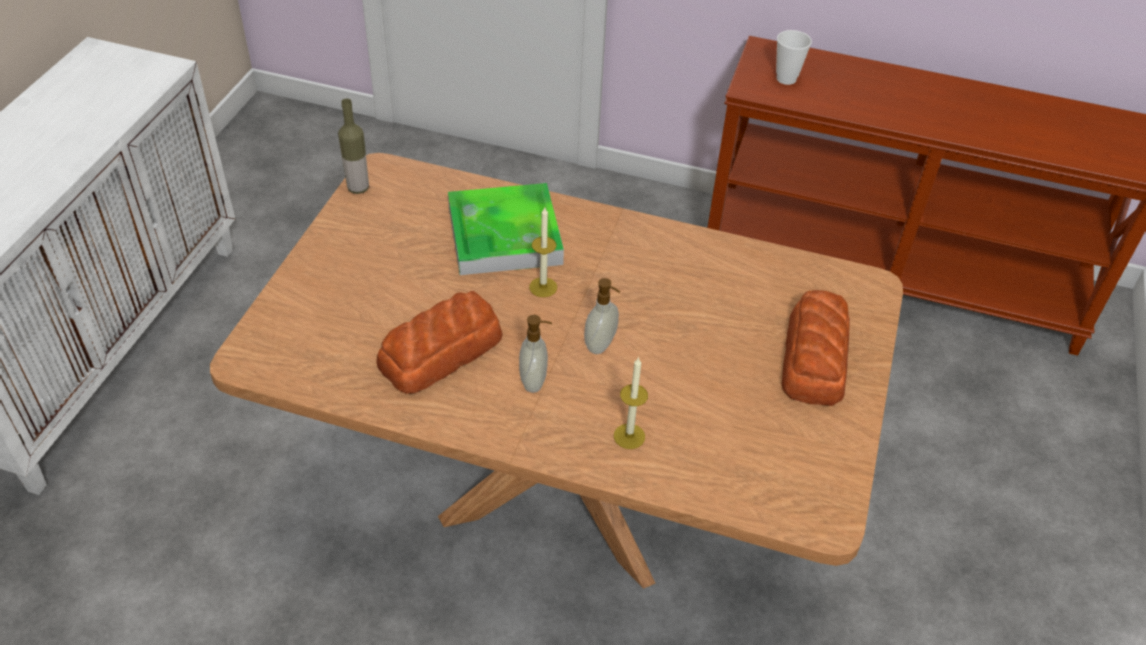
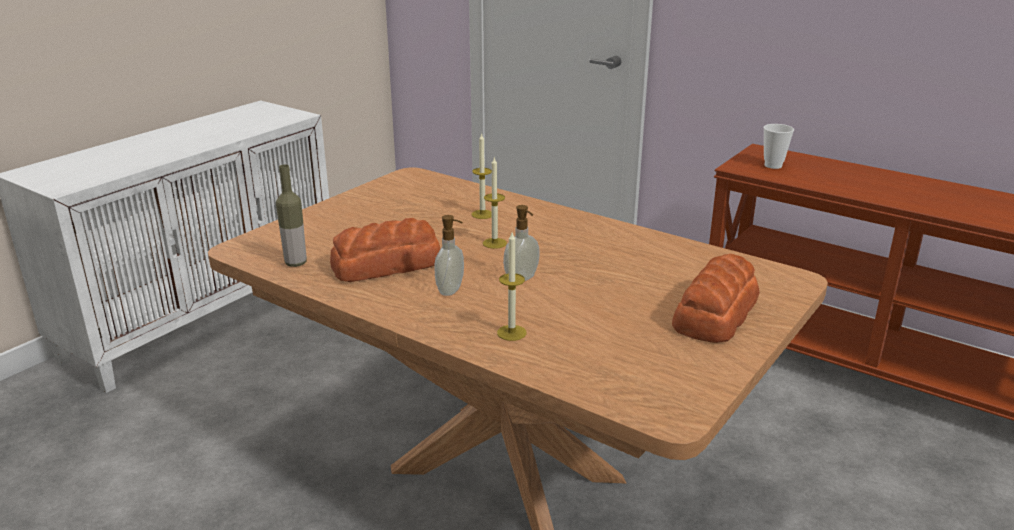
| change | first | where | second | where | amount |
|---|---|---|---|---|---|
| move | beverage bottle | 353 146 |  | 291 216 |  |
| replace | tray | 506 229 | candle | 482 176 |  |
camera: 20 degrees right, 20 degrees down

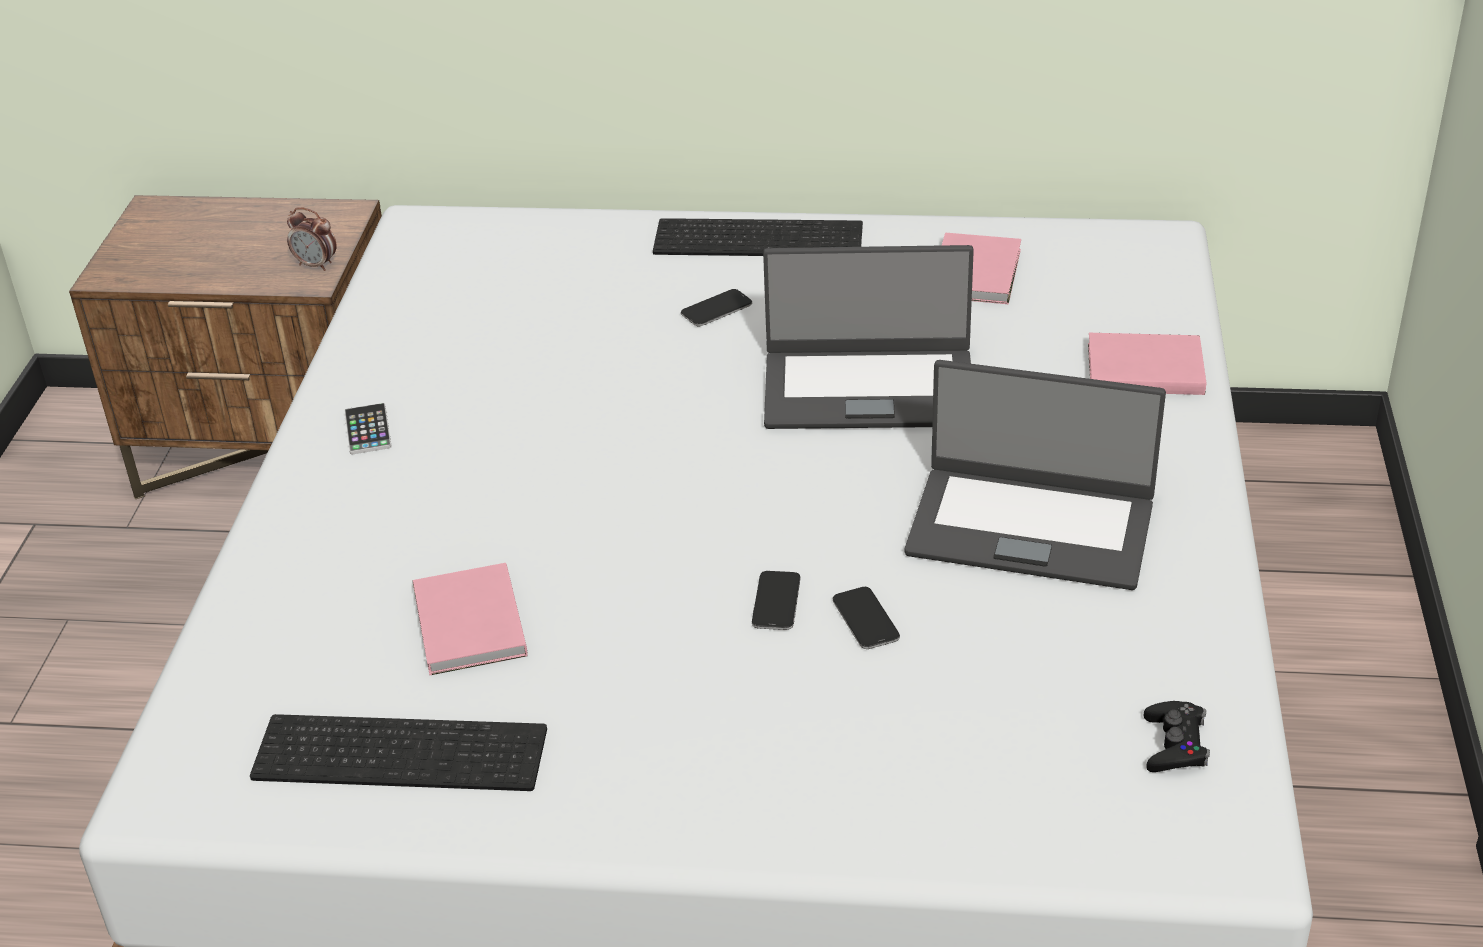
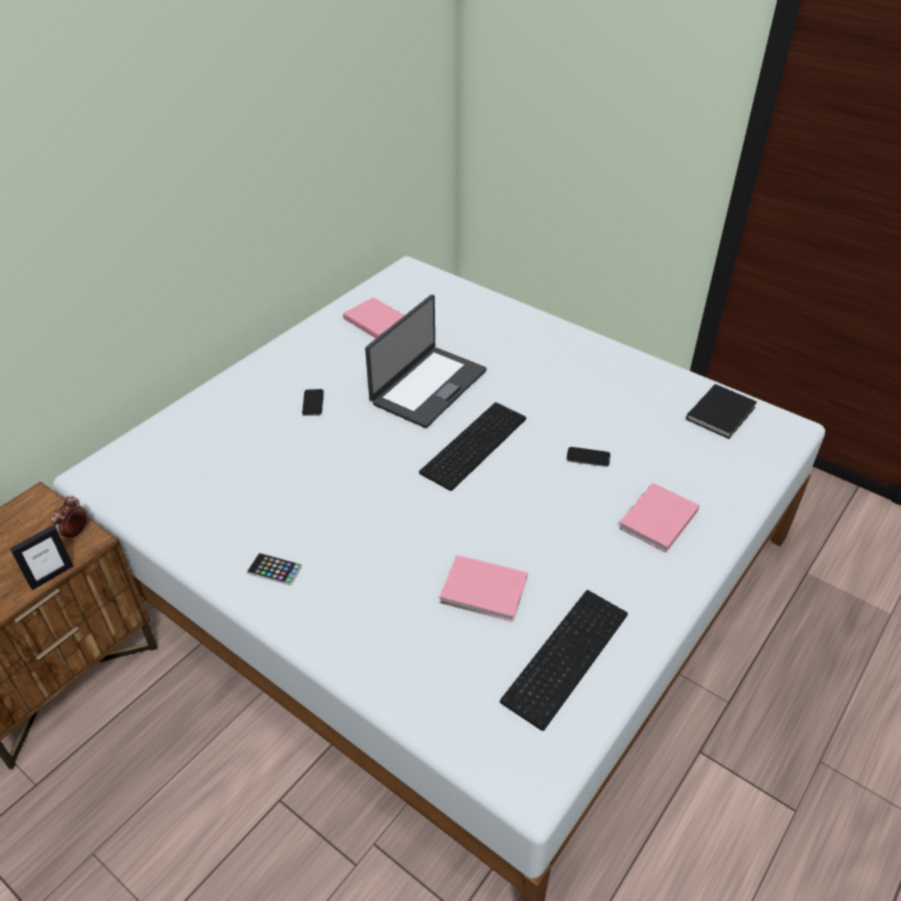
| change | first | where | second | where | amount |
|---|---|---|---|---|---|
| rotate | bedside clock | 312 239 |  | 68 517 | 150 degrees clockwise |
| move | keyboard | 758 237 |  | 472 446 |  |
| move | book (pink) | 1147 364 |  | 659 517 |  |
| delete | notebook computer | 1035 475 |  |  |  |
| delete | handset | 776 600 |  |  |  |
| replace | game controller (black-coloured) | 1177 736 | book (black-coloured) | 721 411 |  |
| insert |  |  | picture frame | 41 557 |  |
camera: 60 degrees left, 5 degrees up

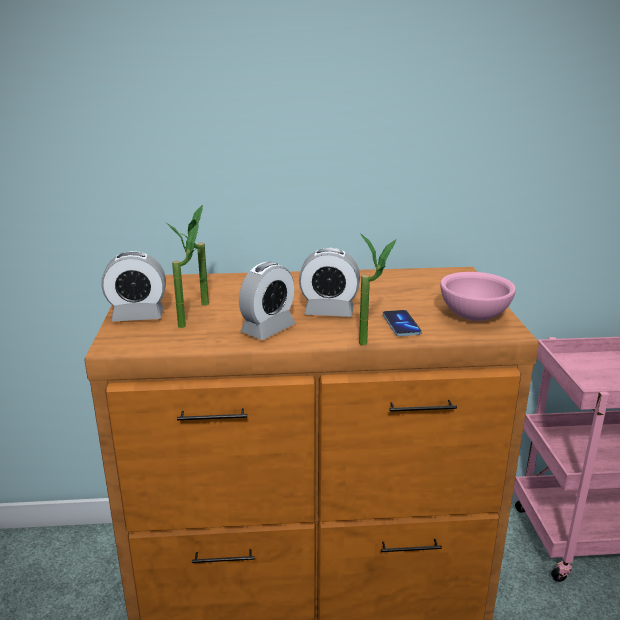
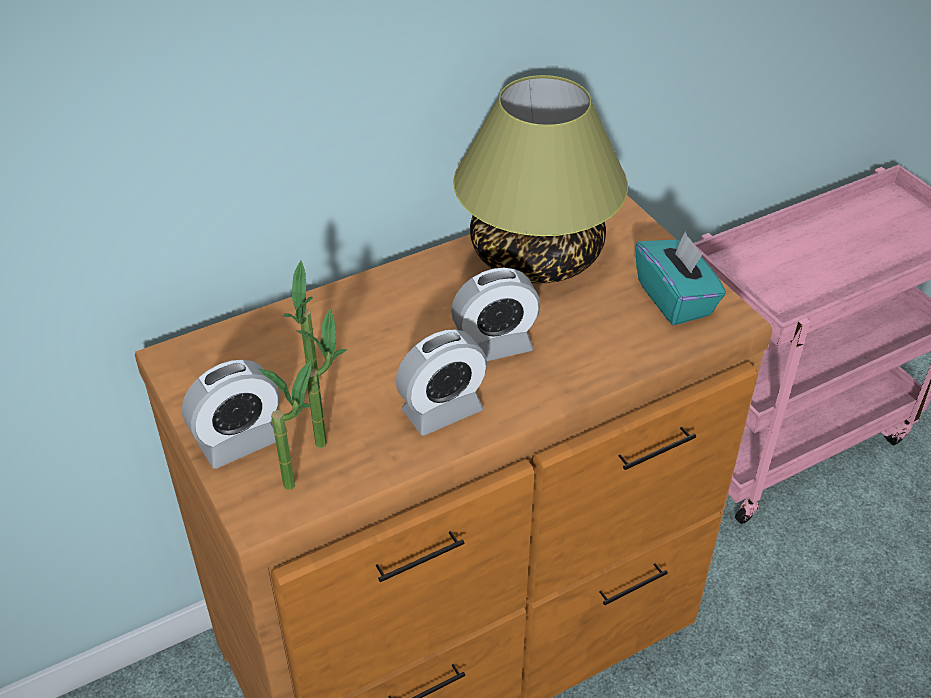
| change | first | where | second | where | amount |
|---|---|---|---|---|---|
| move | houseplant | 377 289 |  | 285 424 |  |
| rotate | bedside clock | 267 301 |  | 441 382 | 45 degrees clockwise |
| replace | deep dish (pink) | 478 296 | tissue box (turquoise-coloured) | 680 278 |  |
| delete | handset | 402 323 |  |  |  |
| insert |  |  | tabletop lamp | 540 179 |  |
camera: 25 degrees left, 20 degrees up

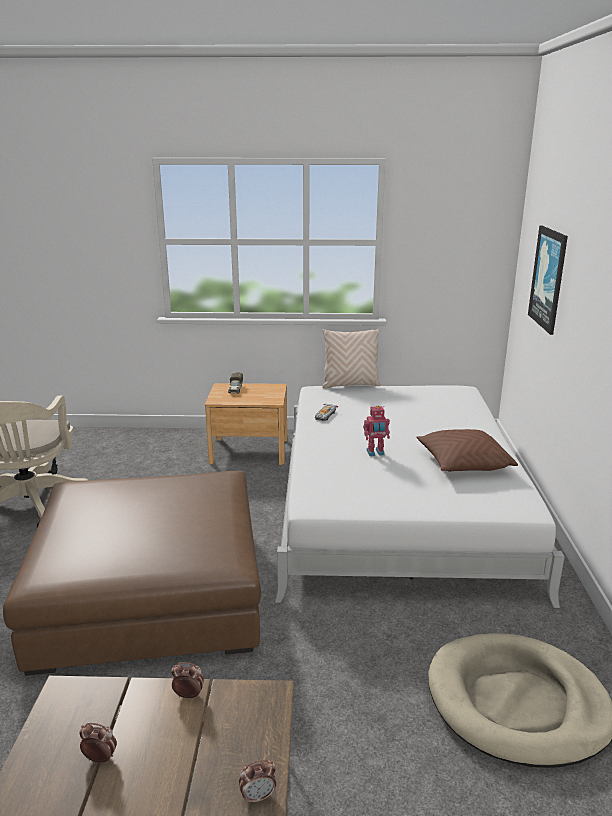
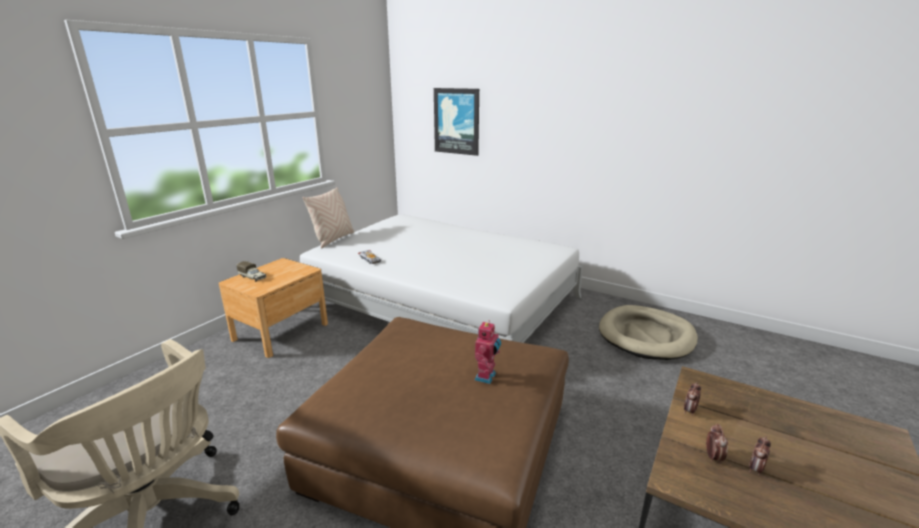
| change | first | where | second | where | amount |
|---|---|---|---|---|---|
| move | toy robot | 376 430 |  | 488 352 |  |
| delete | cushion (brown) | 467 450 |  |  |  |
| move | bedside clock | 257 782 |  | 717 444 |  |
camera: 60 degrees left, 0 degrees up

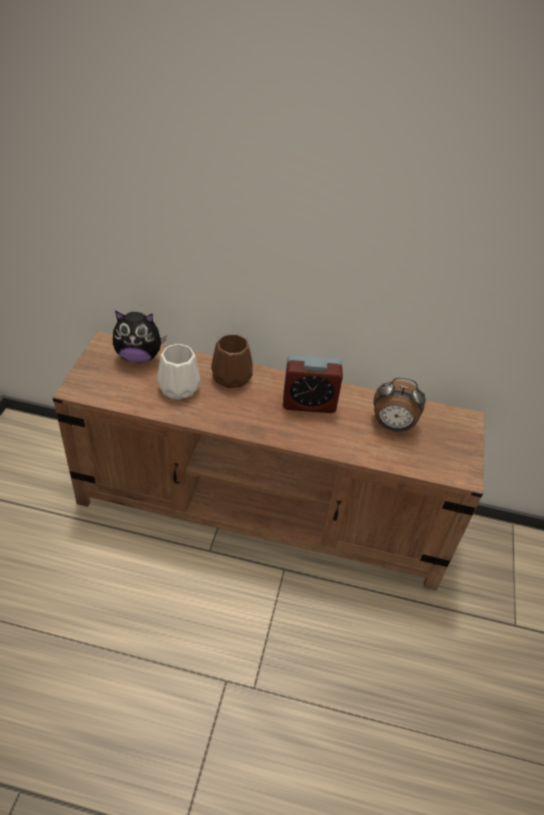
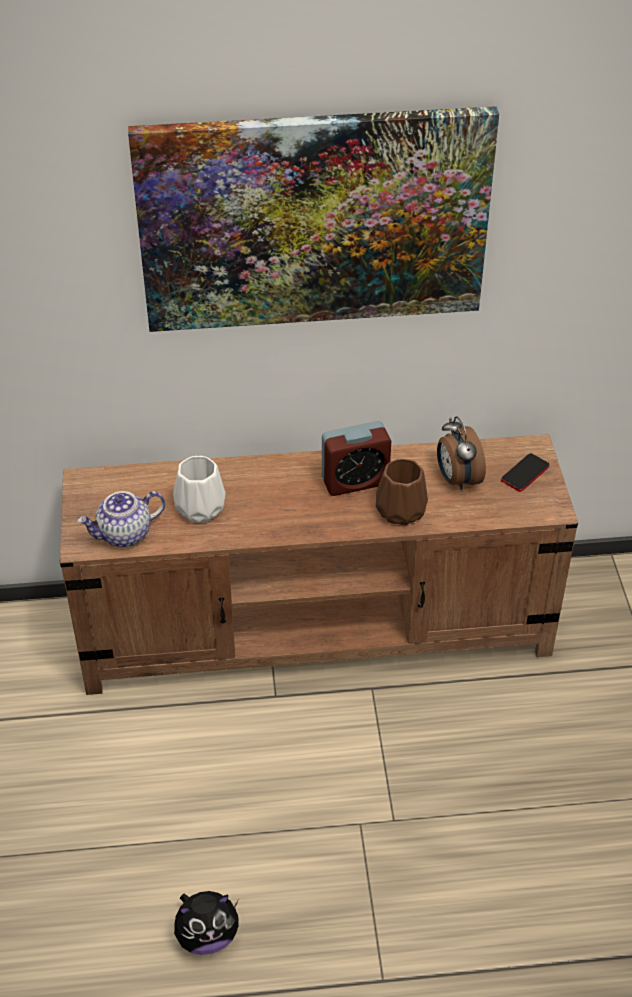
| change | first | where | second | where | amount |
|---|---|---|---|---|---|
| move | soft toy | 140 337 |  | 206 923 |  |
| move | flower vase (brown) | 232 361 |  | 402 492 |  |
| rotate | bedside clock | 400 404 |  | 461 453 | 75 degrees clockwise |
| insert |  |  | wall art | 313 219 |  |
| insert |  |  | handset | 525 472 |  |
| insert |  |  | teapot | 121 519 |  |
camera: 15 degrees left, 0 degrees up

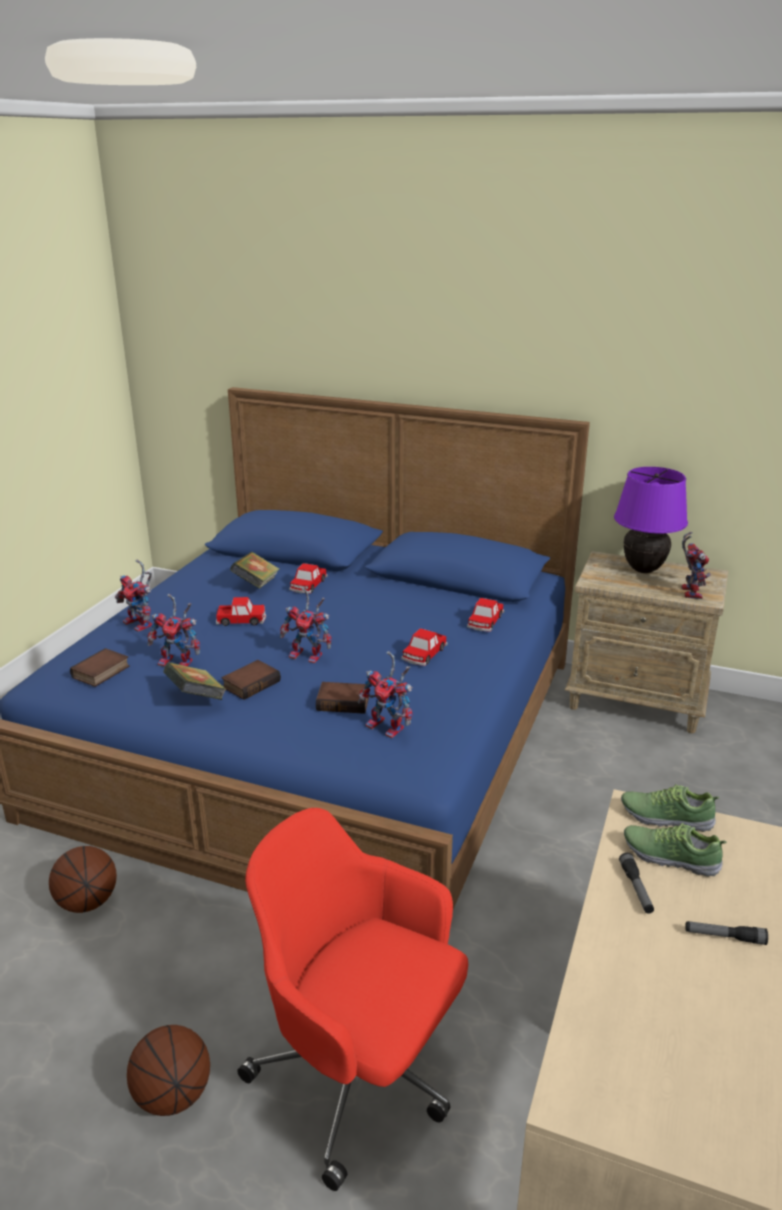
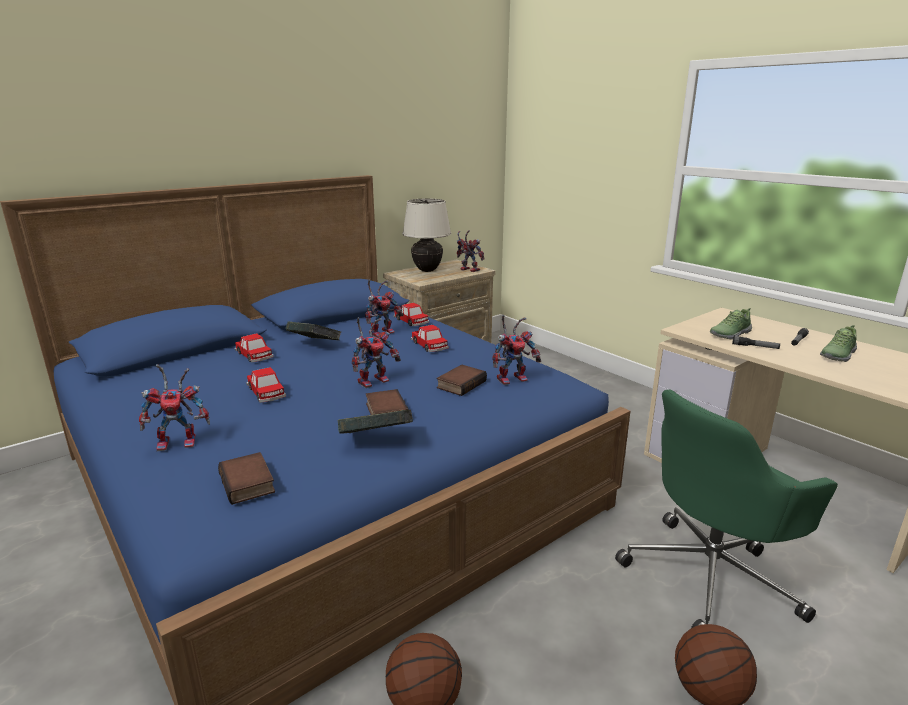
| change | first | where | second | where | amount |
|---|---|---|---|---|---|
| recolor | tabletop lamp (purple-coloured) | 651 520 | tabletop lamp (beige-coloured) | 426 235 |  |
| move | book | 254 570 |  | 313 331 |  |
| move | toy robot | 173 630 |  | 384 308 |  |
| rotate | toy car | 241 611 |  | 266 385 | 120 degrees clockwise |
| move | item of footwear | 670 808 |  | 838 343 |  |
| recolor | computer chair (red-coloured) | 352 999 | computer chair (greenish) | 726 508 |  |
camera: 60 degrees left, 5 degrees down

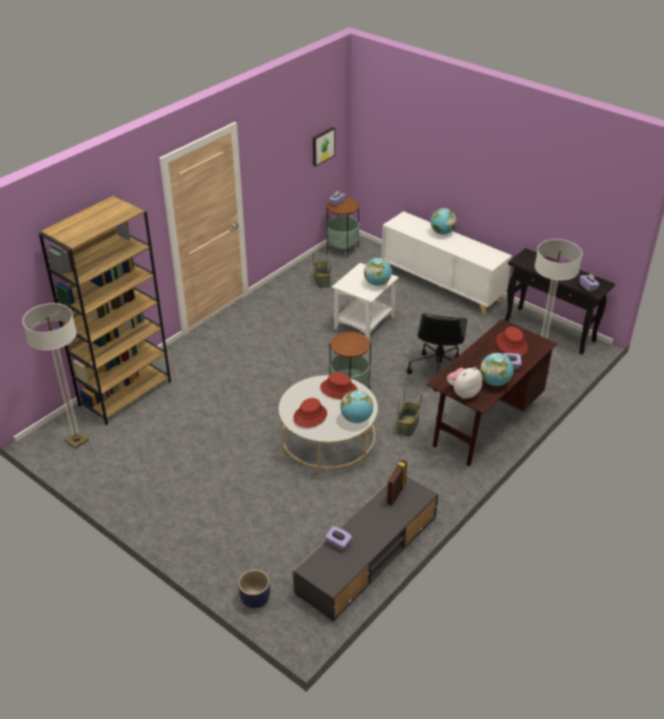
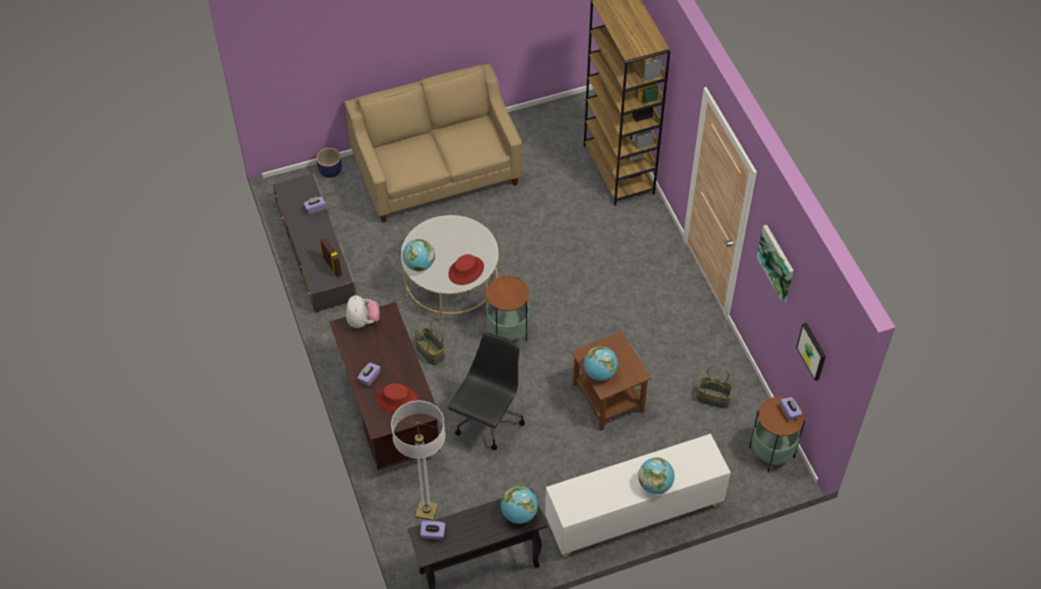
| change | first | where | second | where | amount |
|---|---|---|---|---|---|
| recolor | end table (whitish) | 365 302 | end table (brown) | 611 381 |  |
| delete | floor lamp | 55 376 |  |  |  |
| rotate | computer chair (black-coloured) | 437 352 |  | 486 391 | 75 degrees clockwise |
| move | world globe | 497 369 |  | 519 505 |  |
| delete | hat (red-coloured) | 310 413 |  |  |  |
| insert |  |  | settee (beige-coloured) | 433 143 |  |
| insert |  |  | wall art | 775 264 |  |
camera: 120 degrees right, 15 degrees up

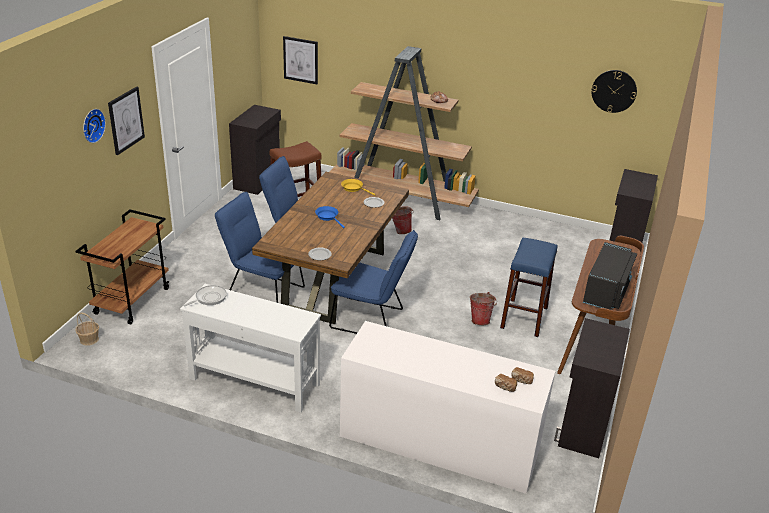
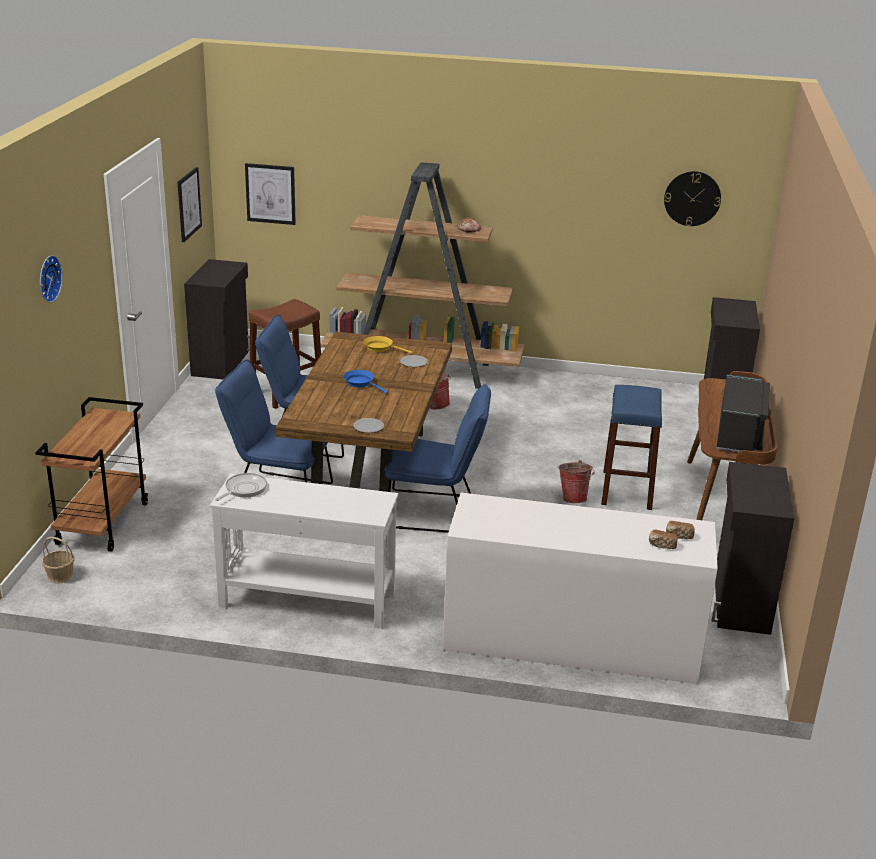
| change | first | where | second | where | amount |
|---|---|---|---|---|---|
| move | wall art | 126 121 |  | 190 204 |  |
camera: 10 degrees left, 5 degrees down

